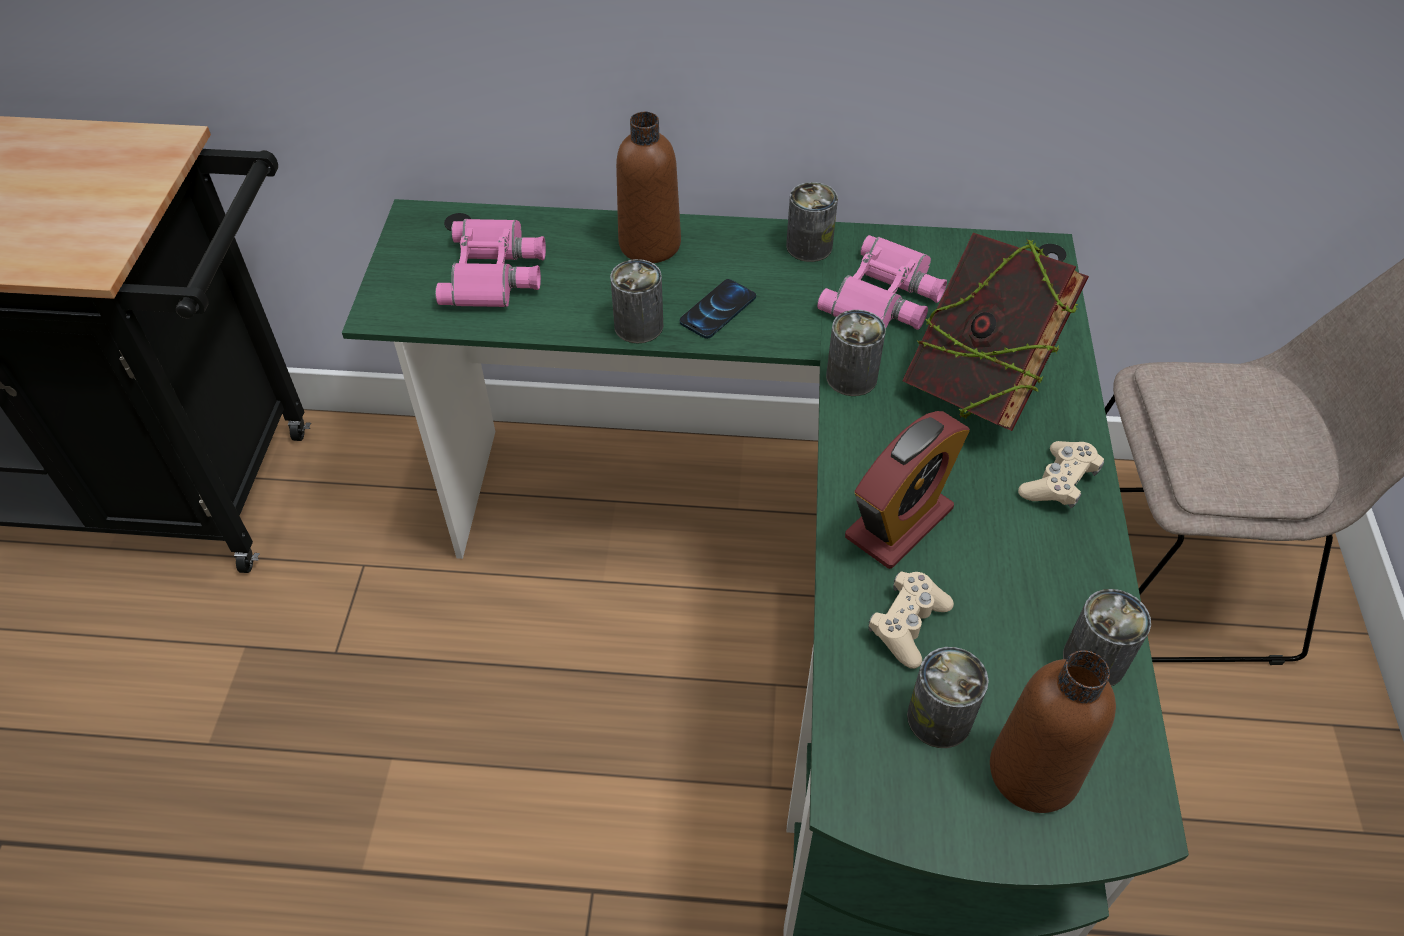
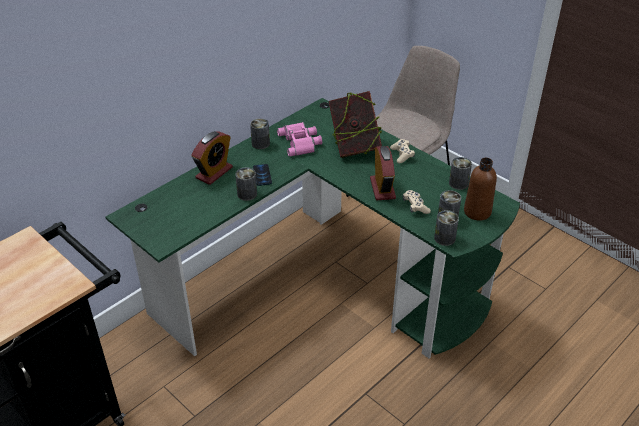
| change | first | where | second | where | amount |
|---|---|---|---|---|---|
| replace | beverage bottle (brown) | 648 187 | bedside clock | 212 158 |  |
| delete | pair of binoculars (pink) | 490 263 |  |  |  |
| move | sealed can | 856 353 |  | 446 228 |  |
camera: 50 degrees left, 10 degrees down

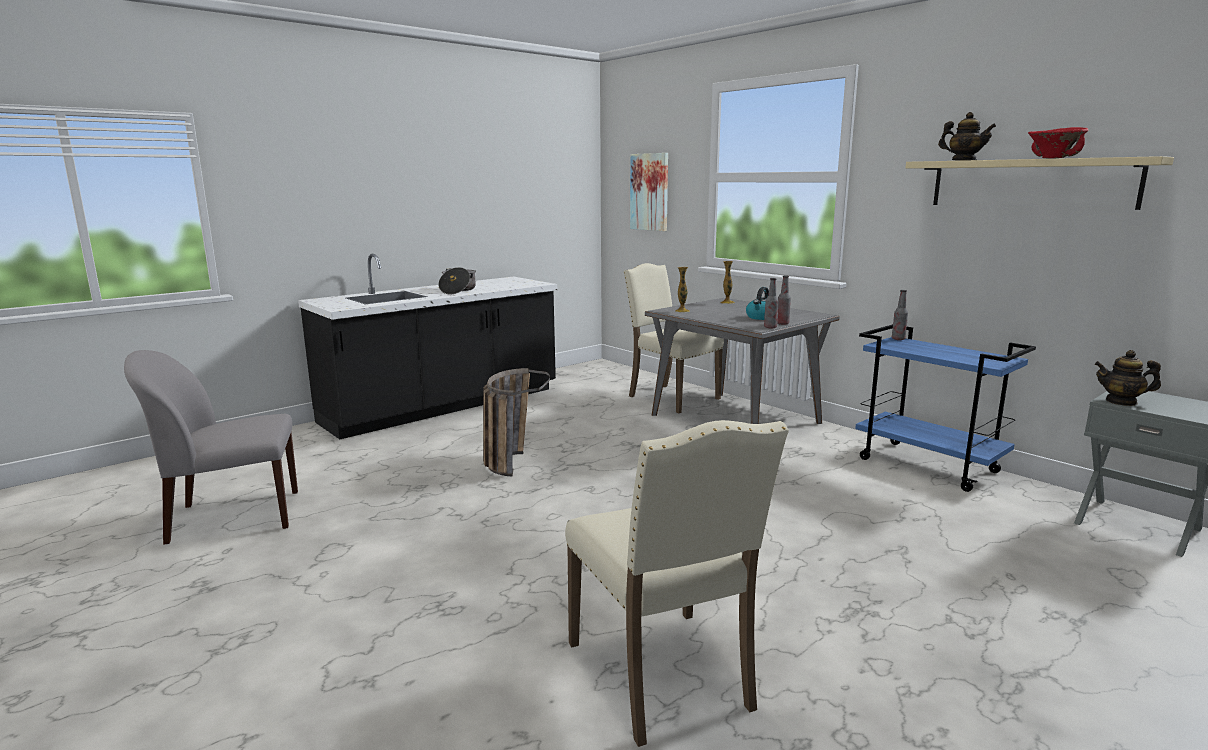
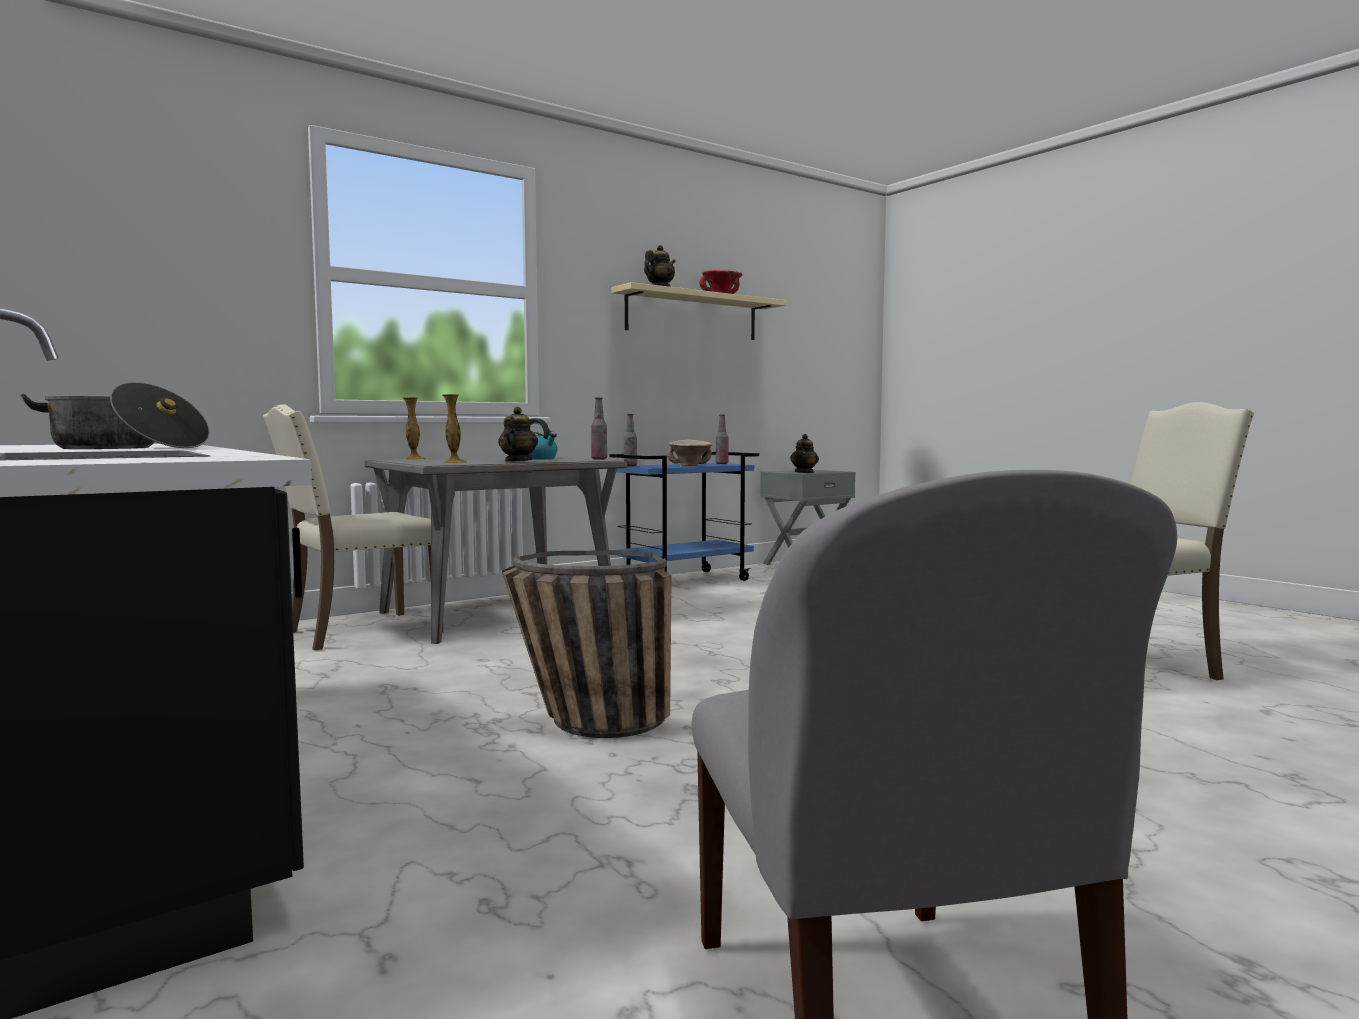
| change | first | where | second | where | amount |
|---|---|---|---|---|---|
| delete | wall art | 649 192 |  |  |  |
| move | beverage bottle | 784 300 |  | 722 439 |  |
| insert |  |  | teapot | 518 434 |  |
| insert |  |  | deep dish (beige-coloured) | 689 453 |  |
camera: 85 degrees left, 10 degrees down

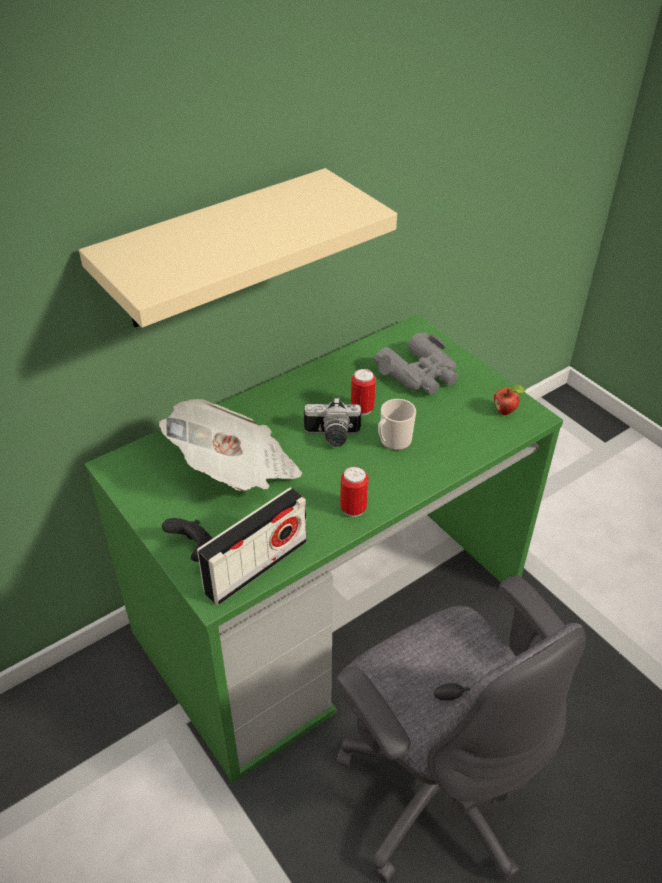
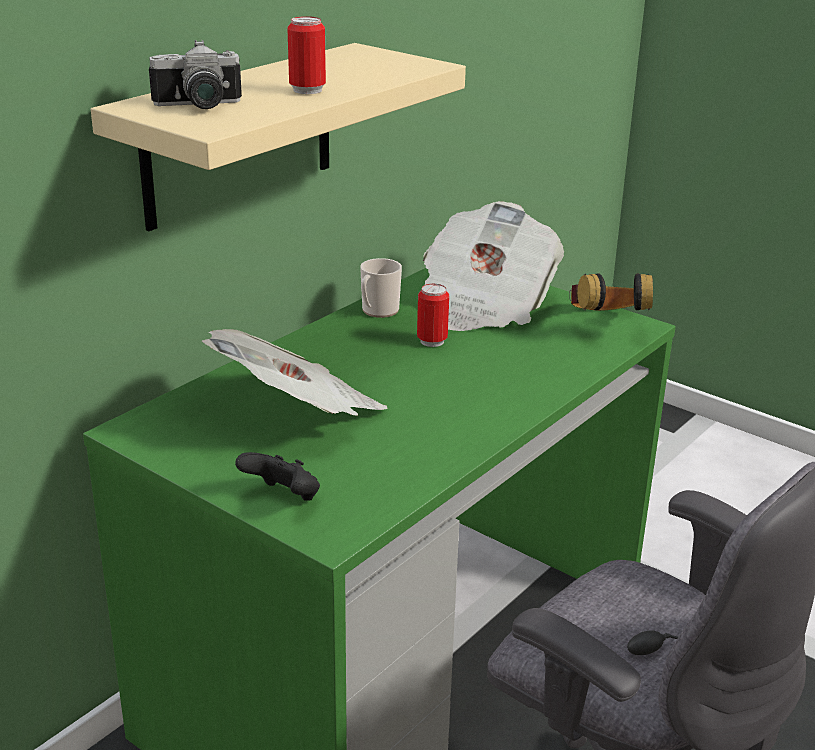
| change | first | where | second | where | amount |
|---|---|---|---|---|---|
| replace | pair of binoculars (greyish) | 416 363 | daily paper | 493 266 |  |
| replace | apple fruit | 510 400 | pair of headphones | 611 292 |  |
| move | still camera | 332 422 |  | 195 74 |  |
| move | mug | 397 424 |  | 381 288 |  |
| move | sealed can | 354 491 |  | 306 55 |  |
| delete | radio | 252 546 |  |  |  |
camera: 15 degrees left, 15 degrees down

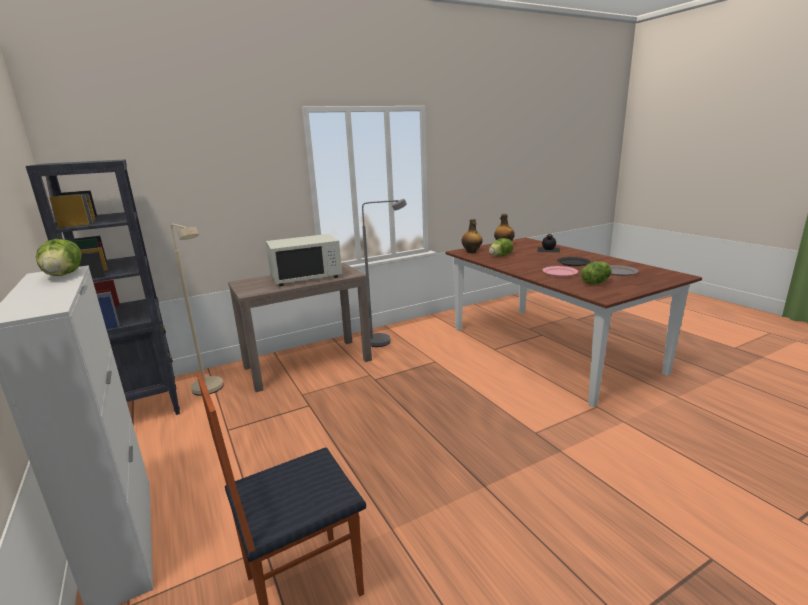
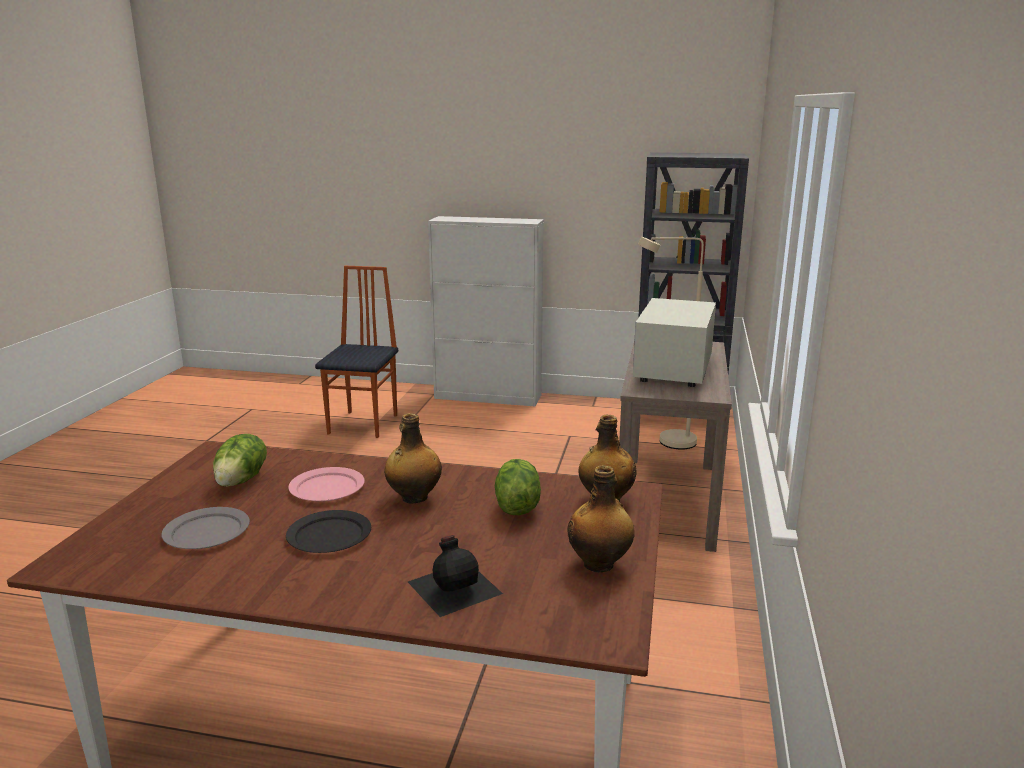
| change | first | where | second | where | amount |
|---|---|---|---|---|---|
| delete | floor lamp (greyish) | 384 273 |  |  |  |
| delete | head of lettuce | 58 257 |  |  |  |
| insert |  |  | beverage bottle | 413 458 |  |
camera: 130 degrees right, 0 degrees up

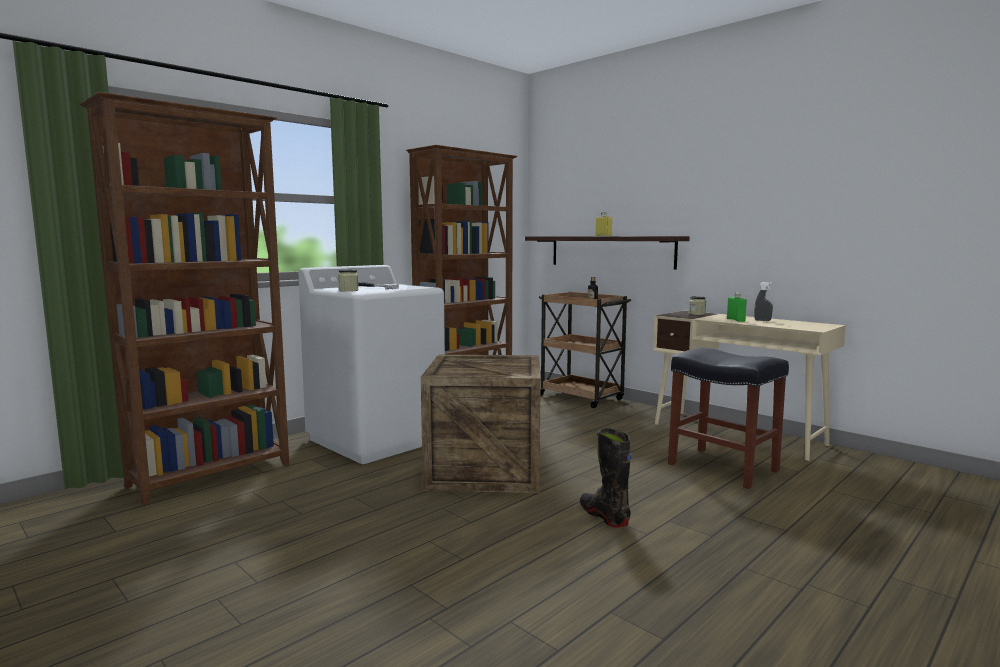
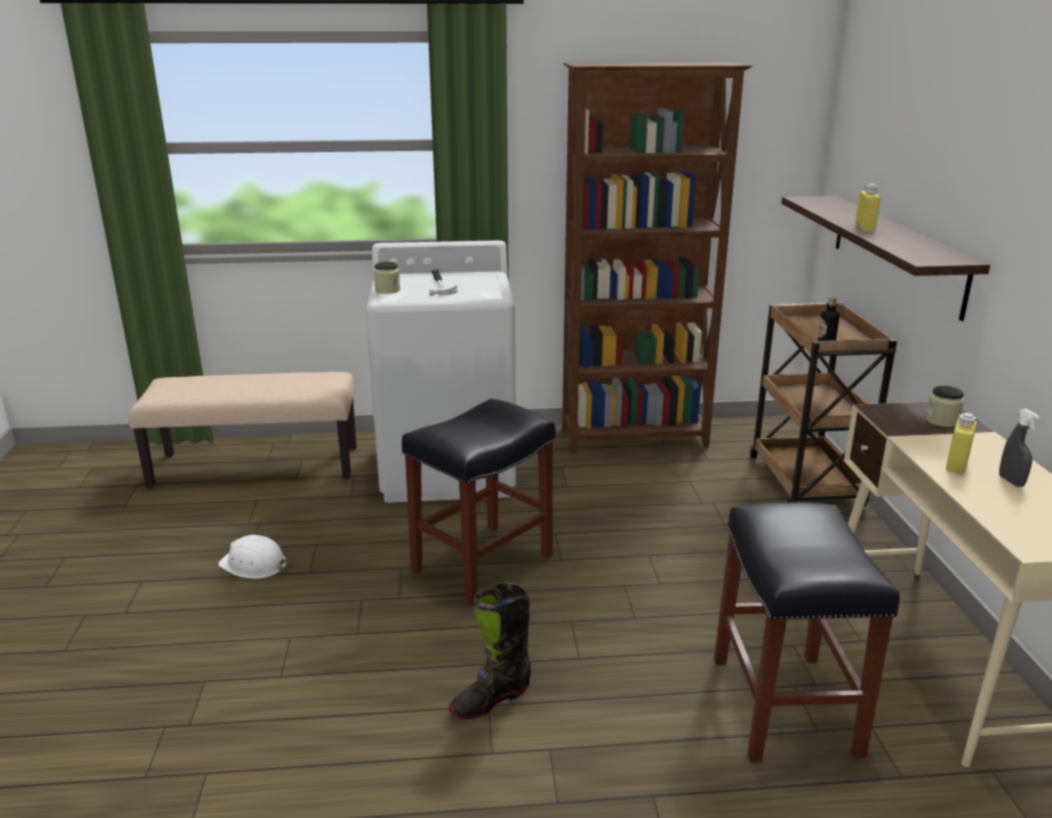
| change | first | where | second | where | amount |
|---|---|---|---|---|---|
| replace | bookcase (brown) | 184 298 | long seat (beige-coloured) | 243 430 |  |
| recolor | beverage bottle (greenish) | 737 307 | beverage bottle (yellowish) | 961 443 |  |
| replace | shipping crate | 481 423 | stool seat (black-coloured) | 479 502 |  |
| rotate | tall boot (black-coloured) | 606 477 |  | 490 650 | 135 degrees counterclockwise |
| insert |  |  | hard hat (whitish) | 253 557 |  |
camera: 40 degrees right, 15 degrees up

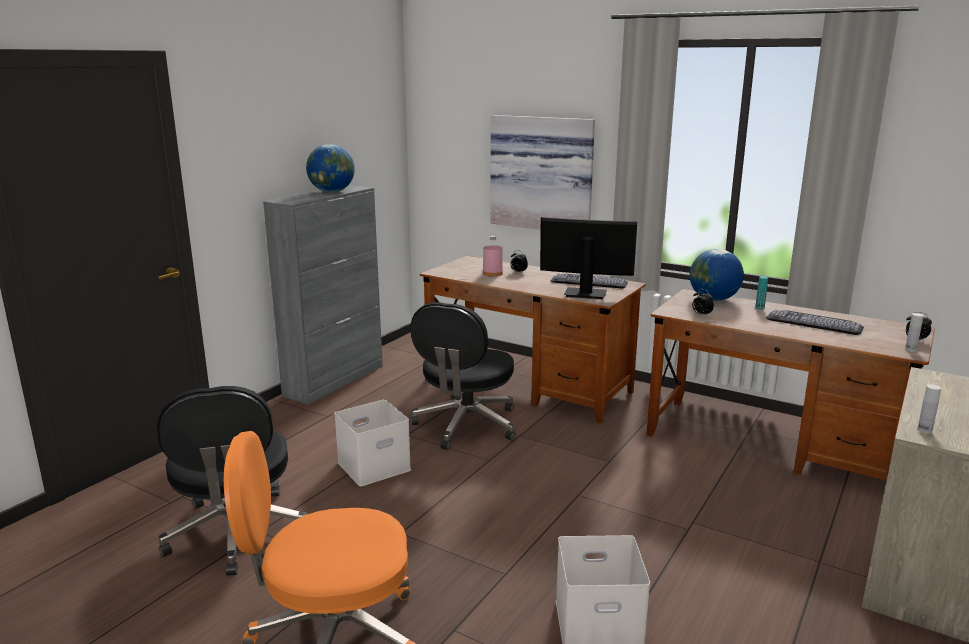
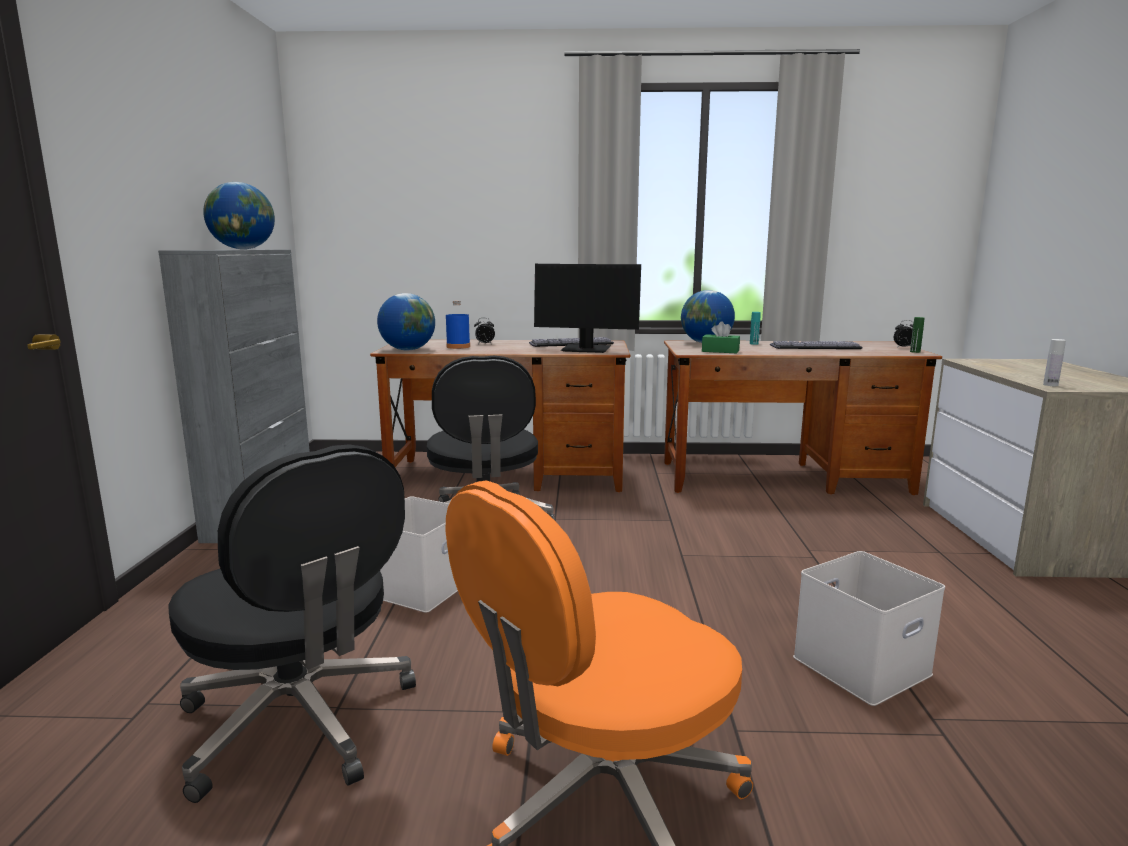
| change | first | where | second | where | amount |
|---|---|---|---|---|---|
| delete | wall art | 542 172 |  |  |  |
| rotate | computer screen | 588 258 |  | 587 308 | 150 degrees counterclockwise |
| recolor | beverage bottle (pink) | 493 256 | beverage bottle (blue) | 458 325 |  |
| replace | bedside clock | 703 302 | tissue box (greenish) | 721 337 |  |
| recolor | beverage bottle (whitish) | 914 332 | beverage bottle (greenish) | 917 335 |  |
| insert |  |  | world globe | 406 321 |  |
camera: 30 degrees left, 5 degrees down

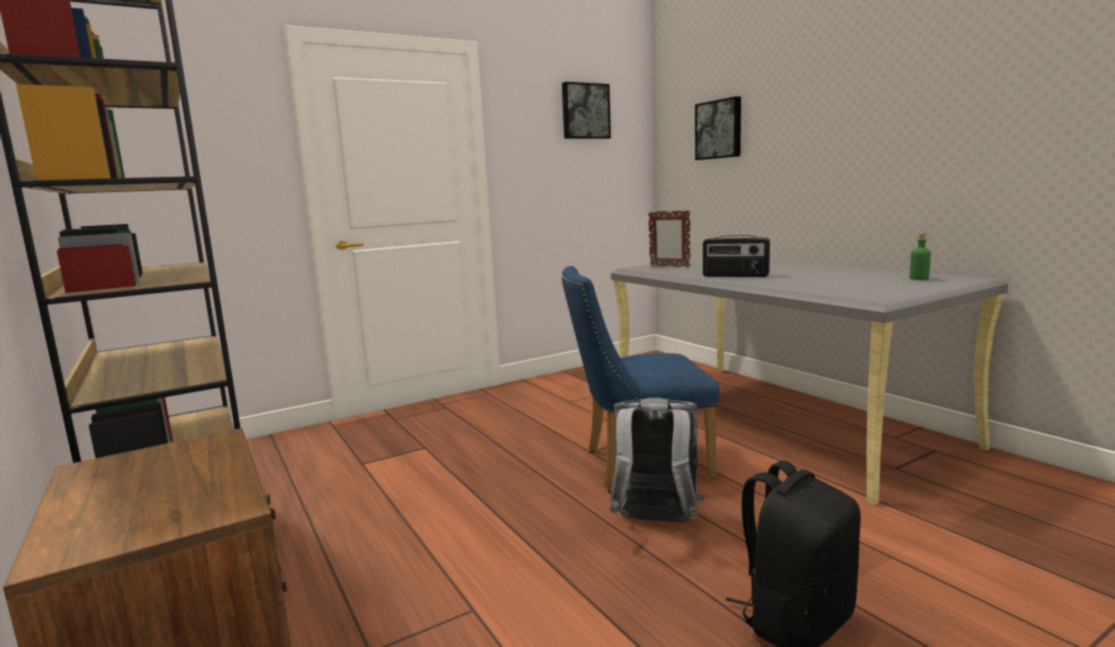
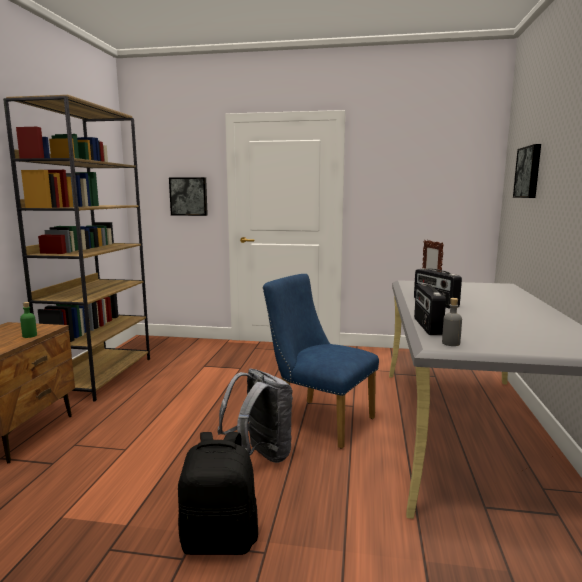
| change | first | where | second | where | amount |
|---|---|---|---|---|---|
| move | wall art | 586 110 |  | 188 196 |  |
| move | beverage bottle (greenish) | 920 256 |  | 28 320 |  |
| insert |  |  | radio | 430 309 |  |
| insert |  |  | beverage bottle (greyish) | 452 322 |  |
camera: 40 degrees right, 0 degrees up

